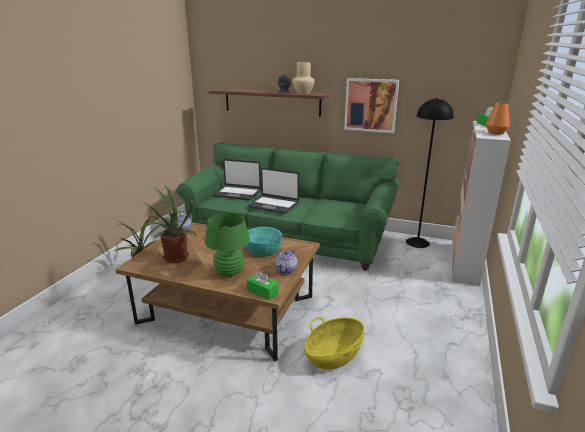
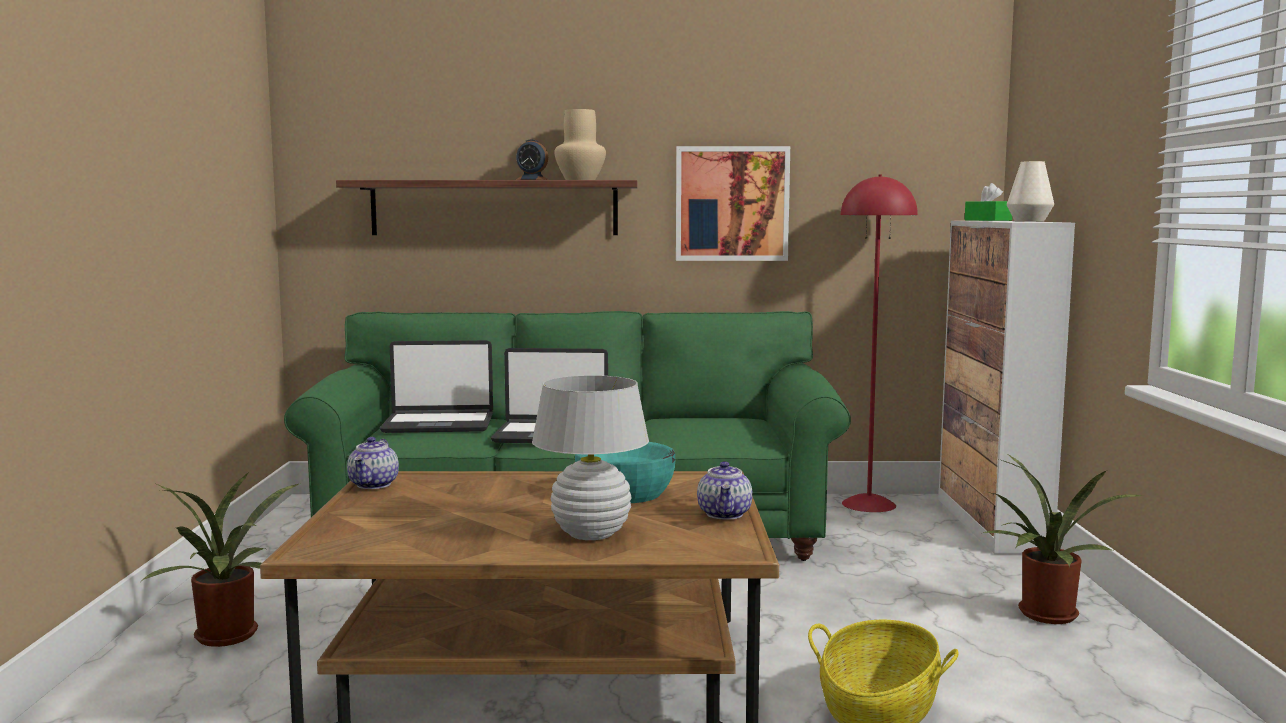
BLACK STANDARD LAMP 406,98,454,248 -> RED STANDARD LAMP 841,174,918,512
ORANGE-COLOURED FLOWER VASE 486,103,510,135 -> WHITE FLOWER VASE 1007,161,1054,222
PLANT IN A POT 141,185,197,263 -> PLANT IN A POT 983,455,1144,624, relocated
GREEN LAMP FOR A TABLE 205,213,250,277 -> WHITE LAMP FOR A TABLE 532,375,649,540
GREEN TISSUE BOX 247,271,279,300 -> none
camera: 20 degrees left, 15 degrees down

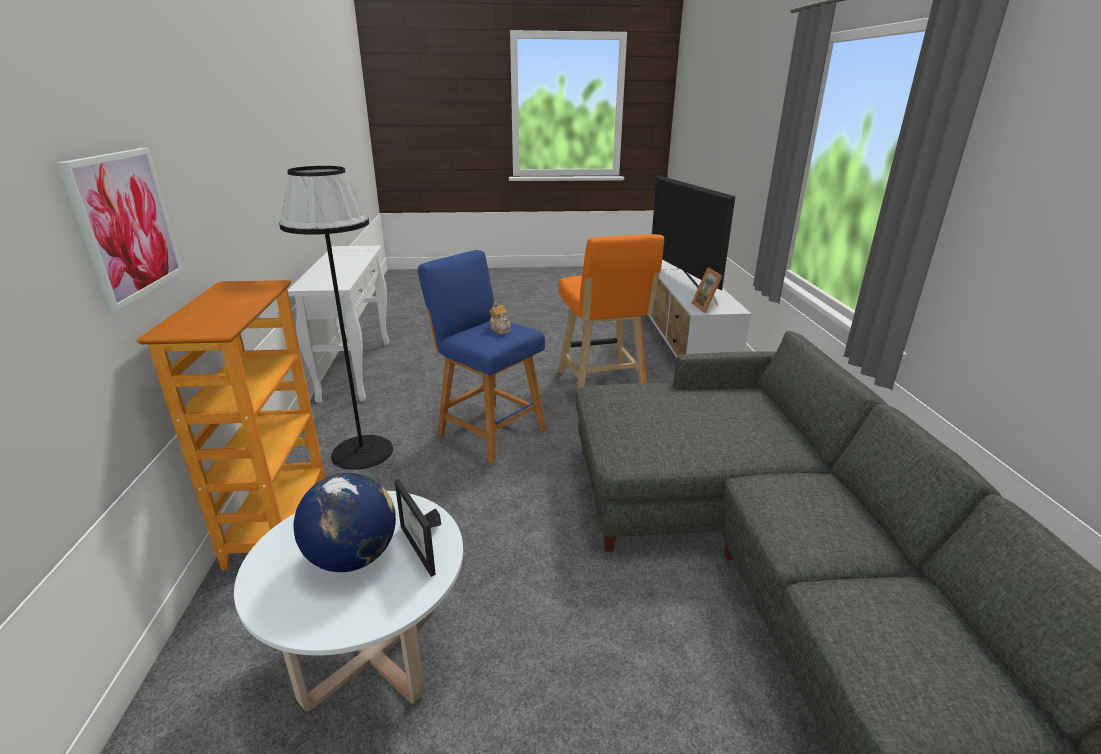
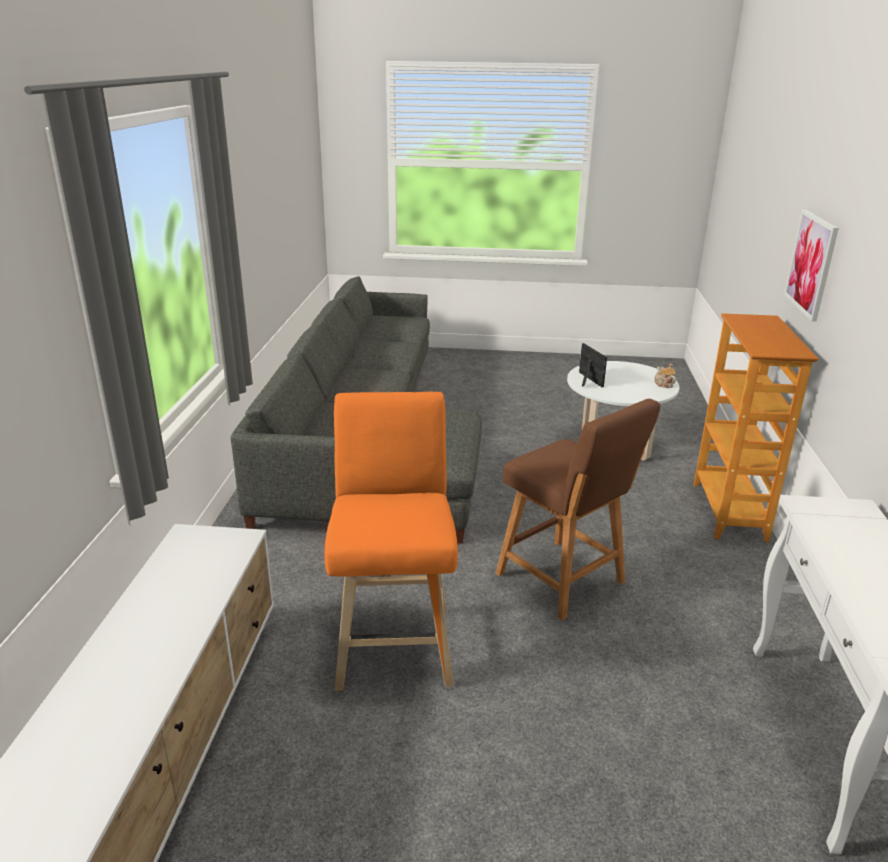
BLACK STANDARD LAMP 279,166,393,470 -> none
TV 652,175,735,291 -> none
BLUE-COLOURED STOOL 418,250,546,463 -> BROWN STOOL 495,399,660,621
PHOTO FRAME 692,267,722,313 -> none
POT FOR TEA 489,302,511,334 -> POT FOR TEA 654,363,676,388, relocated
WORLD GLOBE 293,473,396,572 -> none
camera: 170 degrees left, 0 degrees up

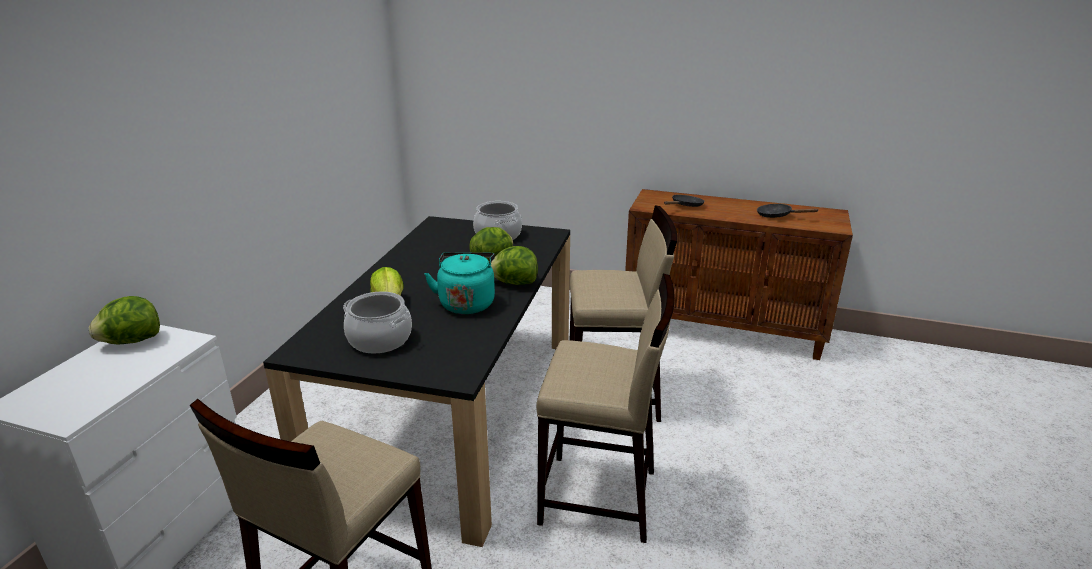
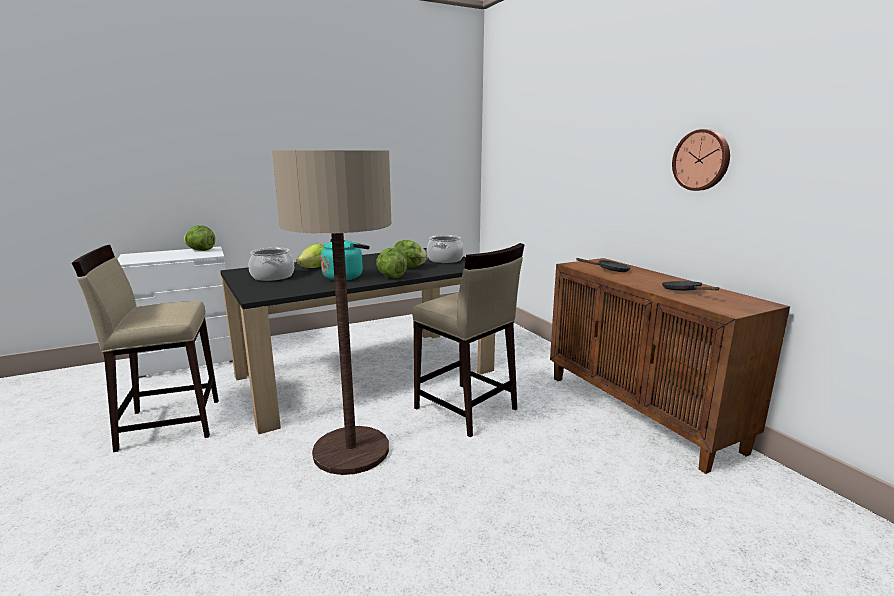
BEIGE STOOL 536,273,675,543 -> STANDARD LAMP 272,150,392,475
none -> HANGING CLOCK 672,129,730,191
camera: 45 degrees right, 10 degrees down

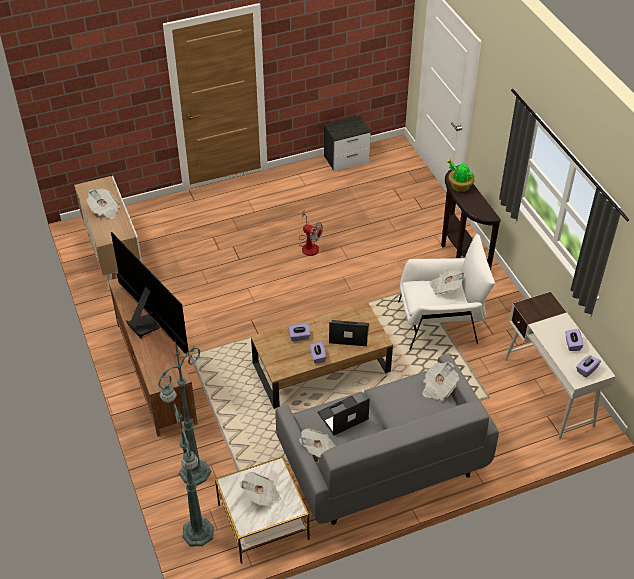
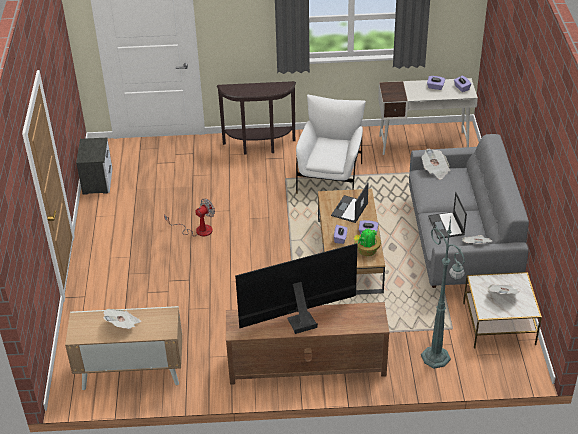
PLANT IN A POT 446,158,475,192 -> PLANT IN A POT 354,228,381,256, relocated
DAILY PAPER 429,268,465,295 -> none
GREEN STANDARD LAMP 173,404,214,546 -> none
camera: 70 degrees left, 5 degrees down

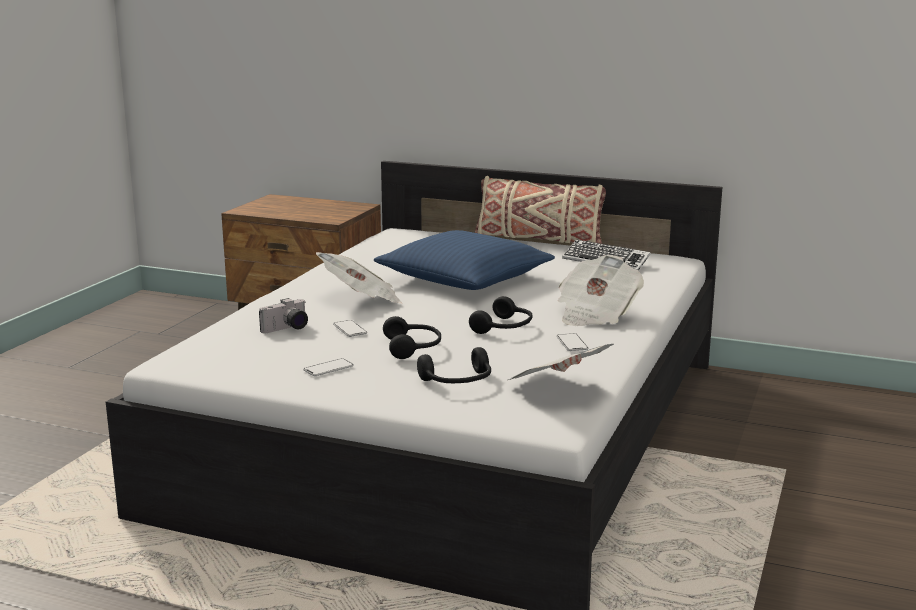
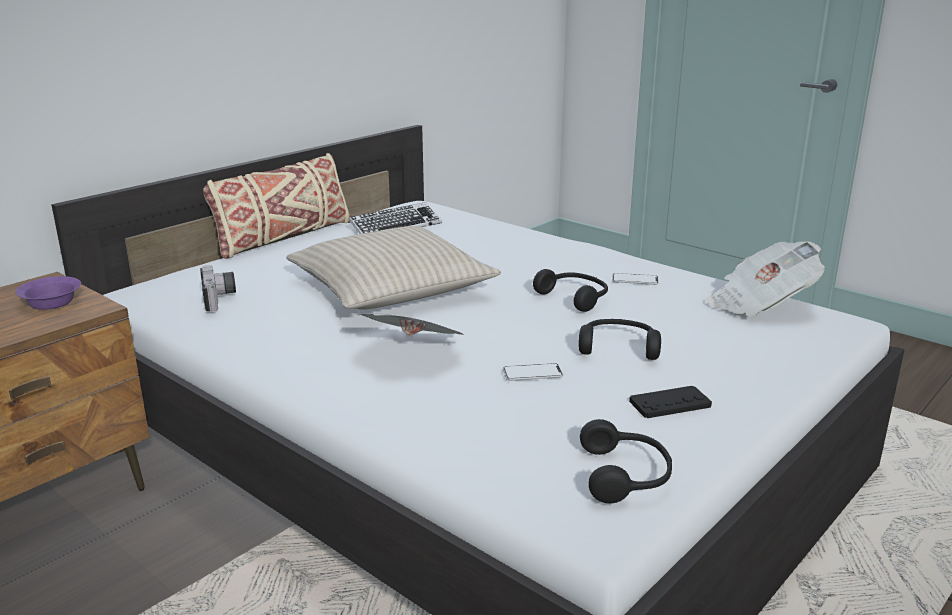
BLUE-COLOURED PILLOW 374,230,555,290 -> BEIGE PILLOW 286,226,501,310
DAILY PAPER 558,255,644,326 -> none
PHOTO CAMERA 259,298,308,333 -> PHOTO CAMERA 200,265,236,311, relocated
BLACK HEADSET 417,347,491,383 -> BLACK HEADSET 580,419,672,504, relocated
TELEPHONE 303,358,354,376 -> BLACK GAMEPAD 629,386,712,418
none -> PURPLE BOWL 16,276,81,310
camera: 70 degrees left, 5 degrees up

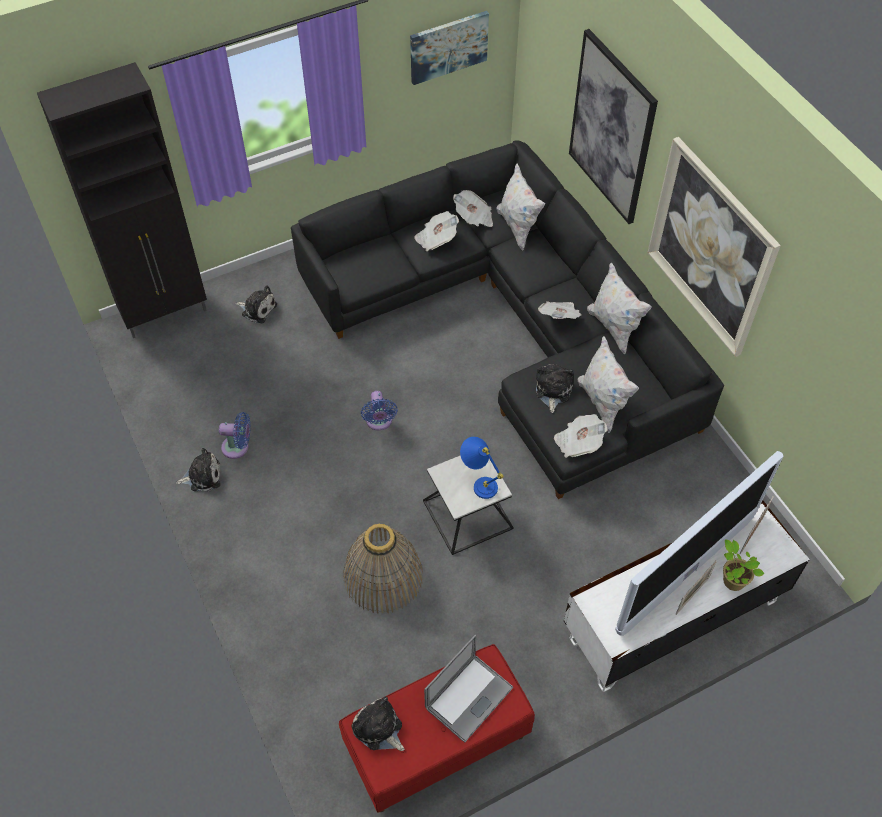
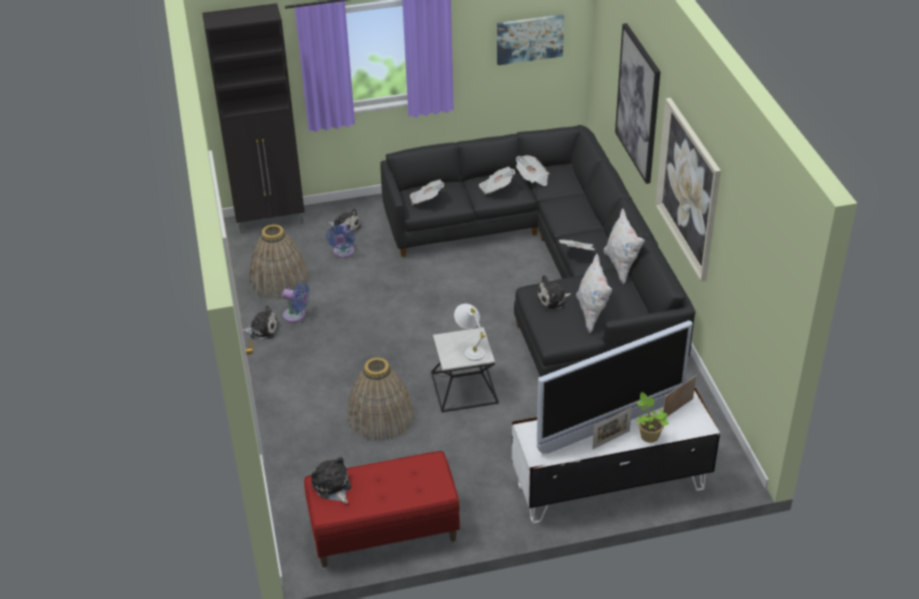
WHITE PILLOW 497,163,545,250 -> none
SOFT TOY 536,364,574,413 -> SOFT TOY 537,275,571,310, 135 degrees counterclockwise
BLUE-COLOURED ELECTRIC FAN 361,391,398,431 -> BLUE-COLOURED ELECTRIC FAN 326,224,355,258, relocated
DAILY PAPER 554,414,608,458 -> DAILY PAPER 410,179,444,205, relocated
BLUE-COLOURED LAMP FOR A TABLE 460,437,504,499 -> WHITE LAMP FOR A TABLE 454,304,485,361
LAPTOP 424,635,513,742 -> none
none -> BASKET 250,224,309,300
camera: 15 degrees right, 15 degrees down

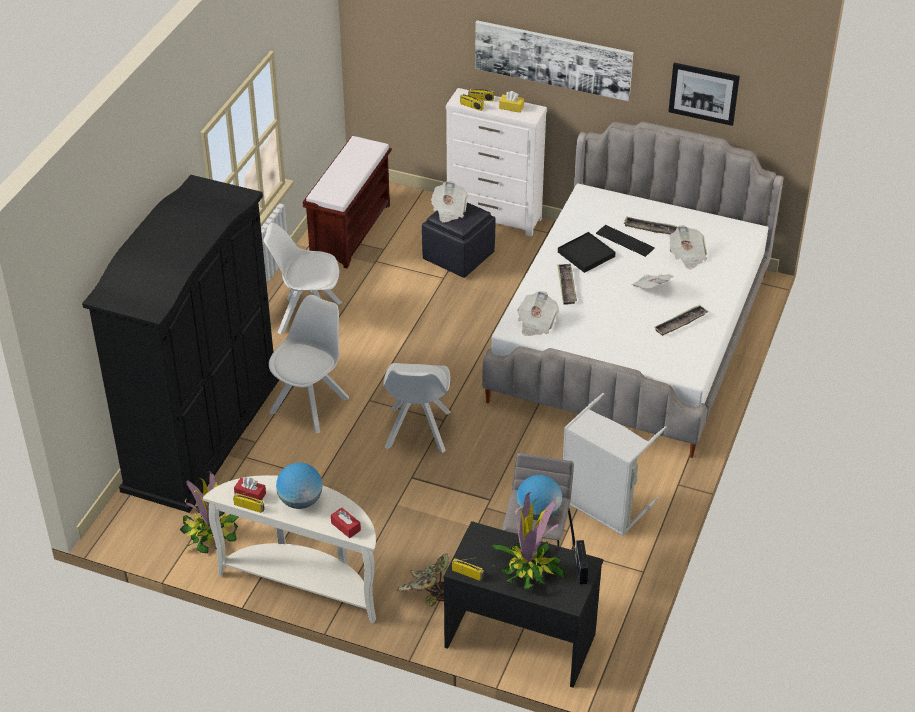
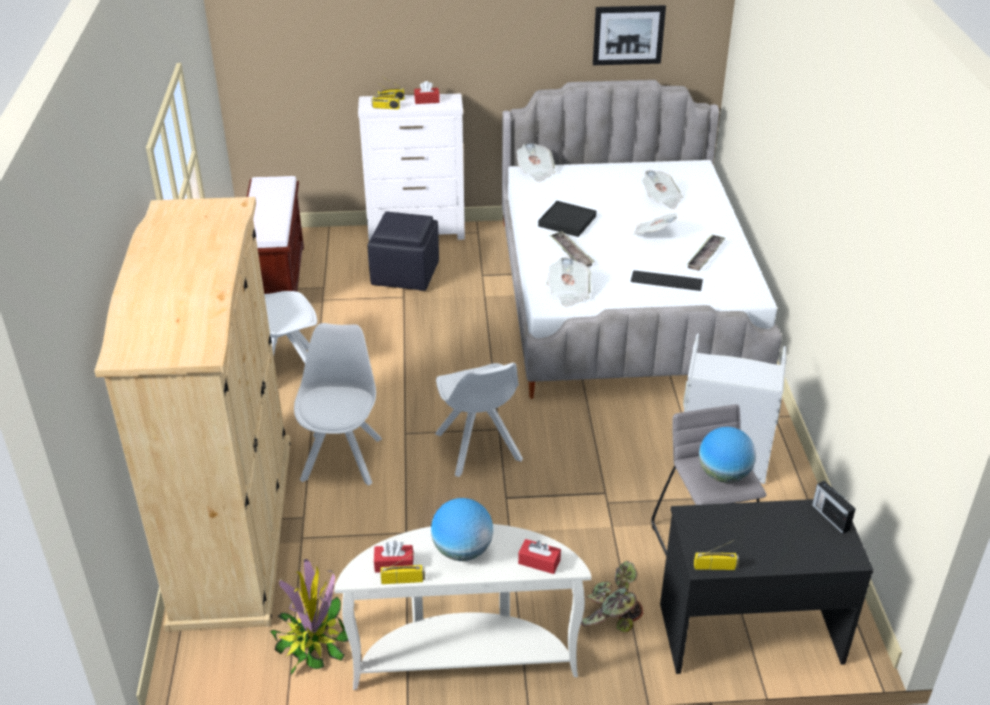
PICTURE 475,20,633,101 -> none
YELLOW-COLOURED TISSUE BOX 499,91,524,113 -> RED TISSUE BOX 414,81,440,104
BLACK ARMOIRE 82,175,279,513 -> BEIGE ARMOIRE 94,197,291,632
DAILY PAPER 431,181,468,223 -> DAILY PAPER 517,143,556,182, relocated
CARRYING TRAY 623,217,678,234 -> none
PC KEYBOARD 596,225,655,257 -> PC KEYBOARD 631,270,703,291, relocated
PLANT IN A POT 491,492,566,589 -> none
camera: 25 degrees left, 5 degrees down

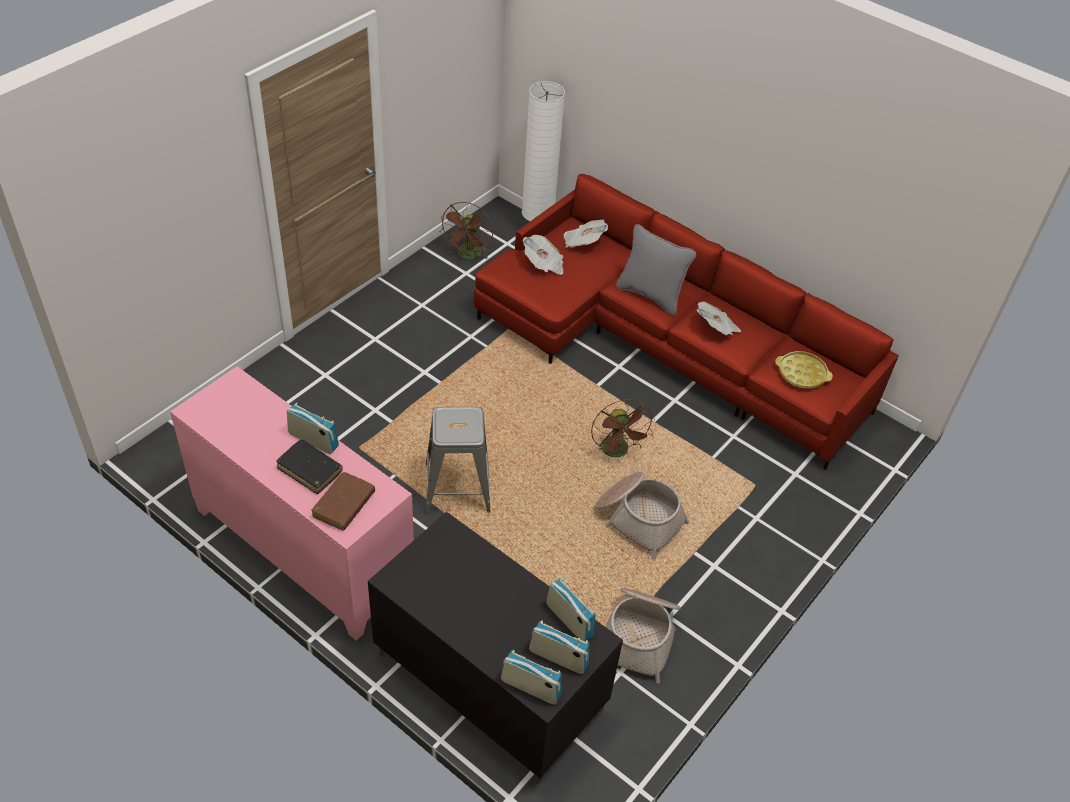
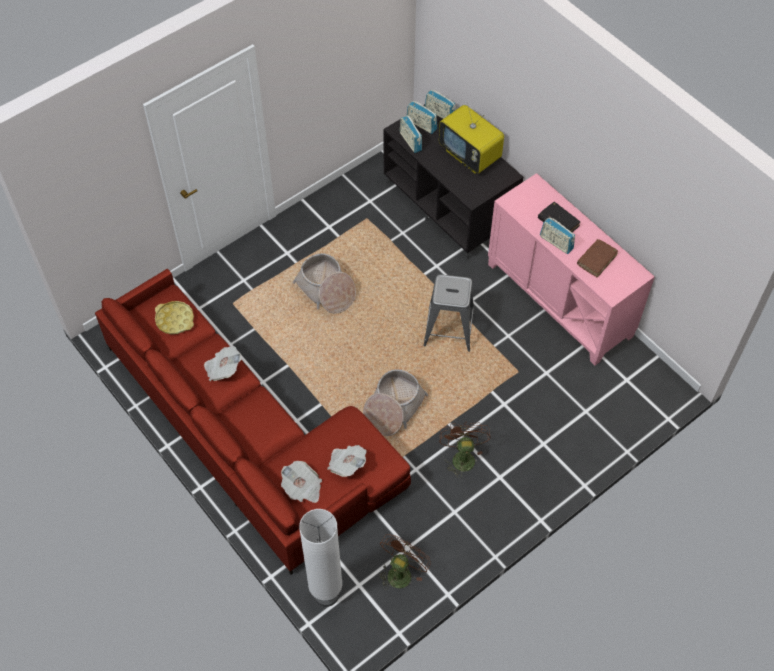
GRAY PILLOW 616,224,696,315 -> none
BROWN ELECTRIC FAN 591,399,655,457 -> BROWN ELECTRIC FAN 439,422,491,478, relocated
BROWN BOOK 311,472,375,531 -> BROWN BOOK 577,239,618,277, relocated
BASKET 606,588,681,684 -> BASKET 363,369,429,436, relocated
none -> TV 439,102,504,174
camera: 165 degrees left, 10 degrees up

